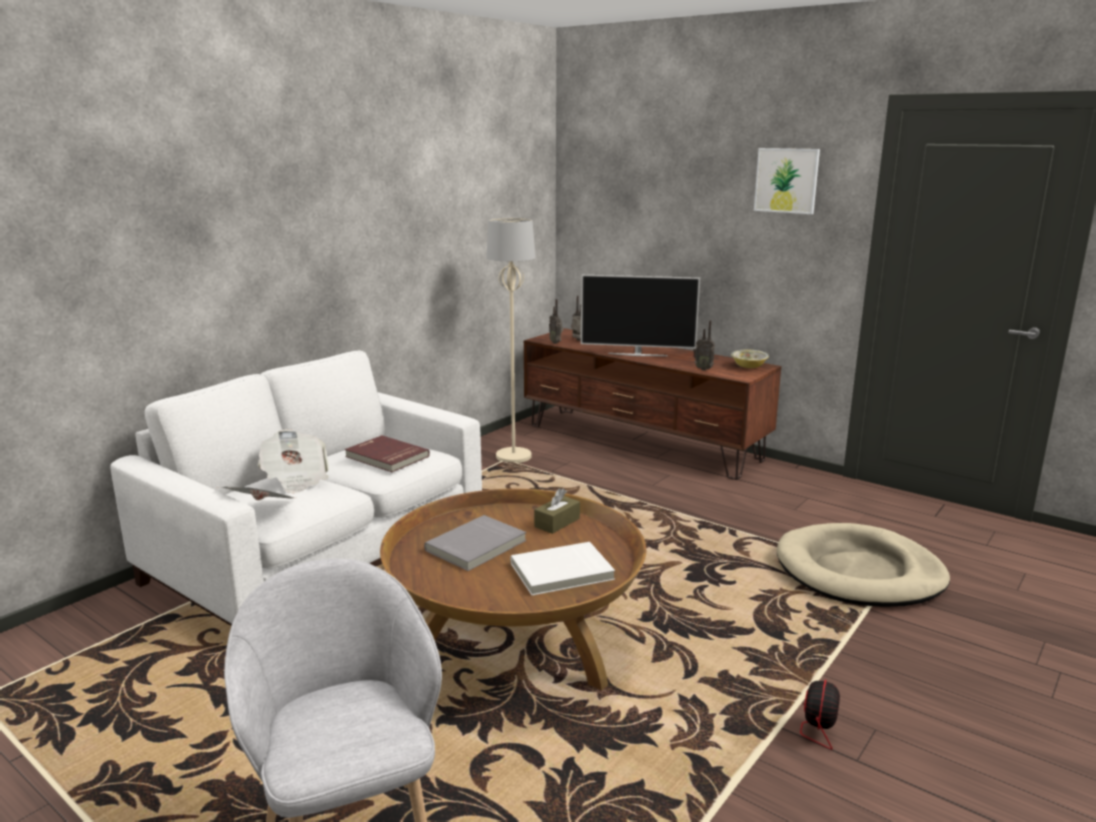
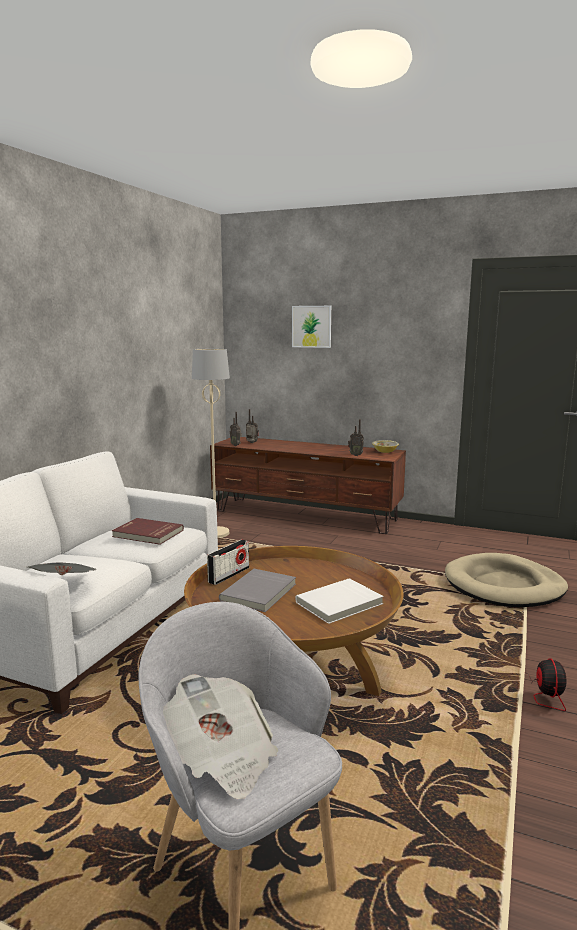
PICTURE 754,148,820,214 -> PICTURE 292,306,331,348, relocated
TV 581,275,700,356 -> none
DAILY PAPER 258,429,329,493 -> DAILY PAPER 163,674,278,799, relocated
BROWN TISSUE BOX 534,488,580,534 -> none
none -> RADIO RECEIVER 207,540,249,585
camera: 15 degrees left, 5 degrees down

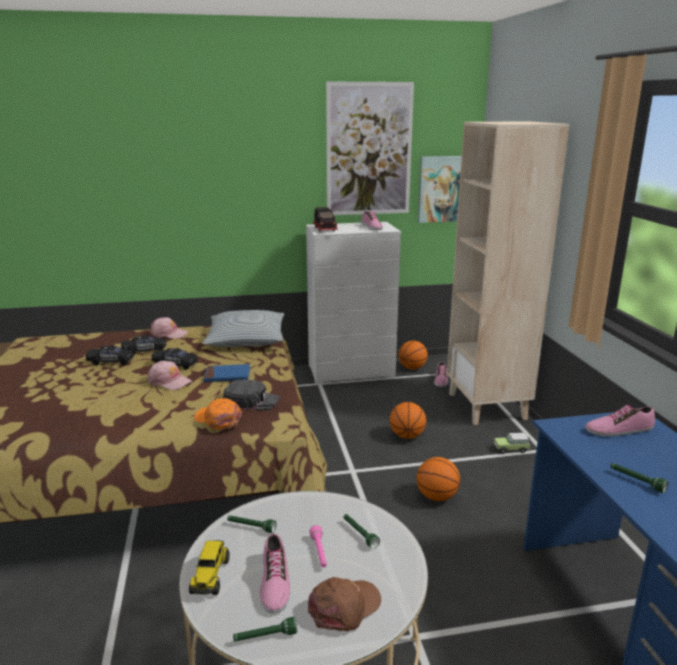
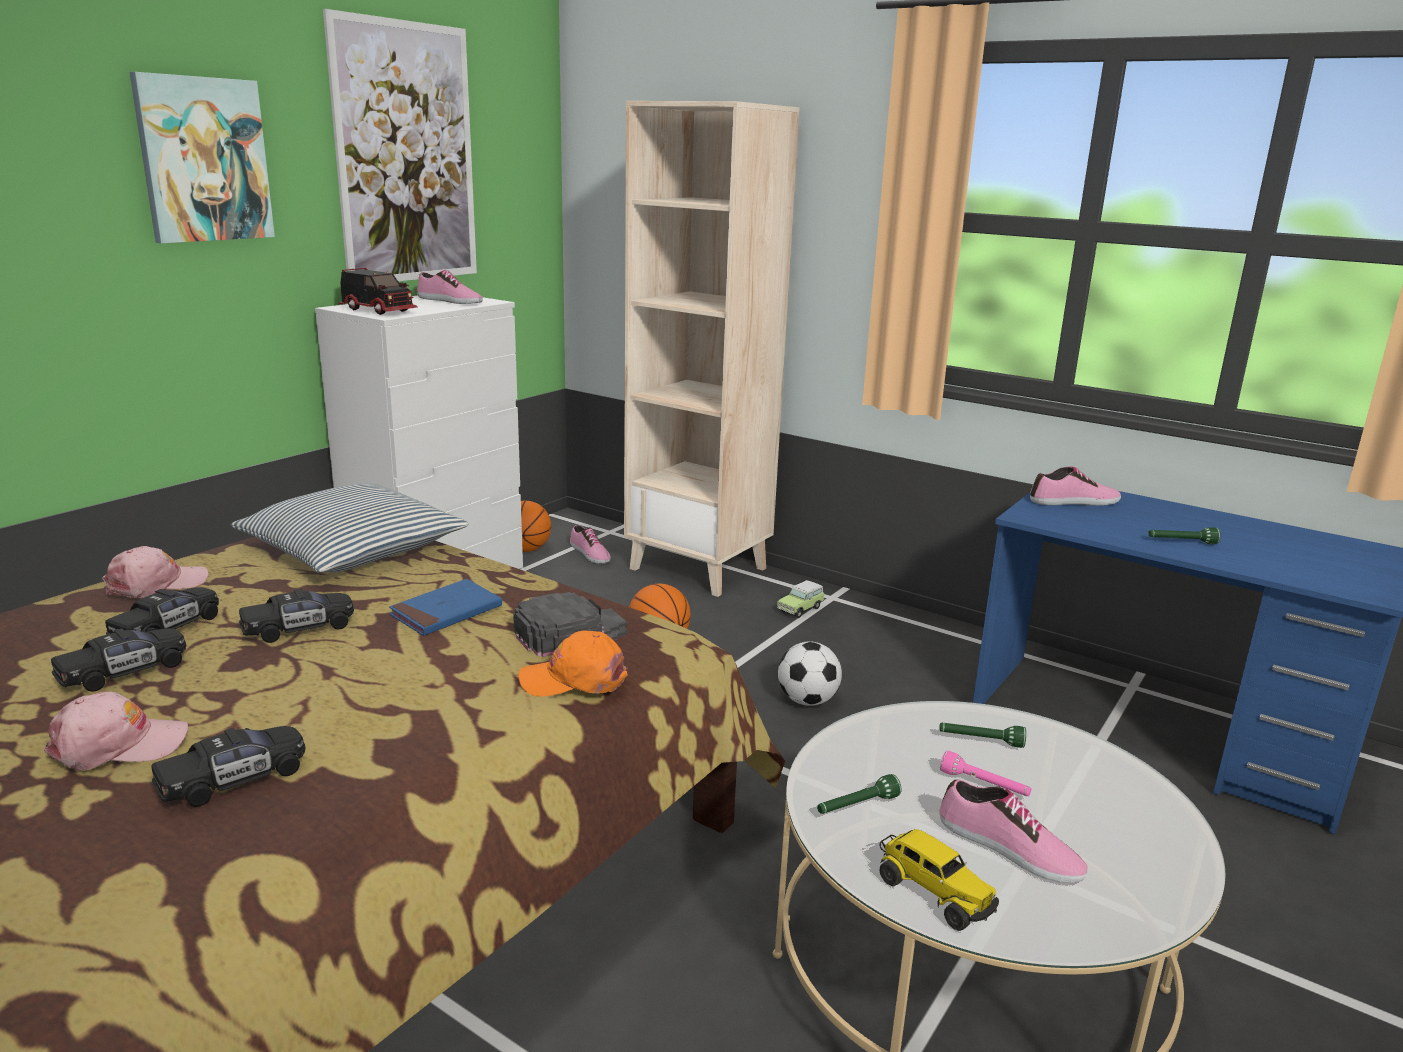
PICTURE 418,156,462,223 -> PICTURE 129,72,275,243, relocated
PINK-COLOURED PEAKED CAP 147,361,192,390 -> PINK-COLOURED PEAKED CAP 44,692,189,771, relocated
ITEM OF FOOTWEAR 585,405,655,437 -> ITEM OF FOOTWEAR 1030,467,1121,506, 135 degrees counterclockwise
BALL FOR BASKETBALL 417,457,460,501 -> FOOTBALL 778,642,842,706
BROWN PEAKED CAP 308,577,381,631 -> none
GREEN HAND TORCH 233,617,297,641 -> none
none -> BLACK MINIATURE CAR 151,726,306,807
camera: 45 degrees left, 0 degrees up

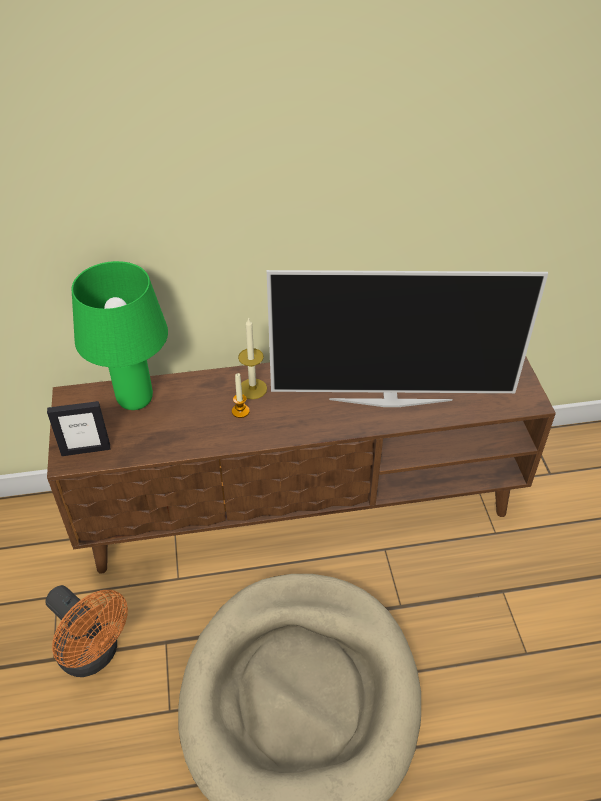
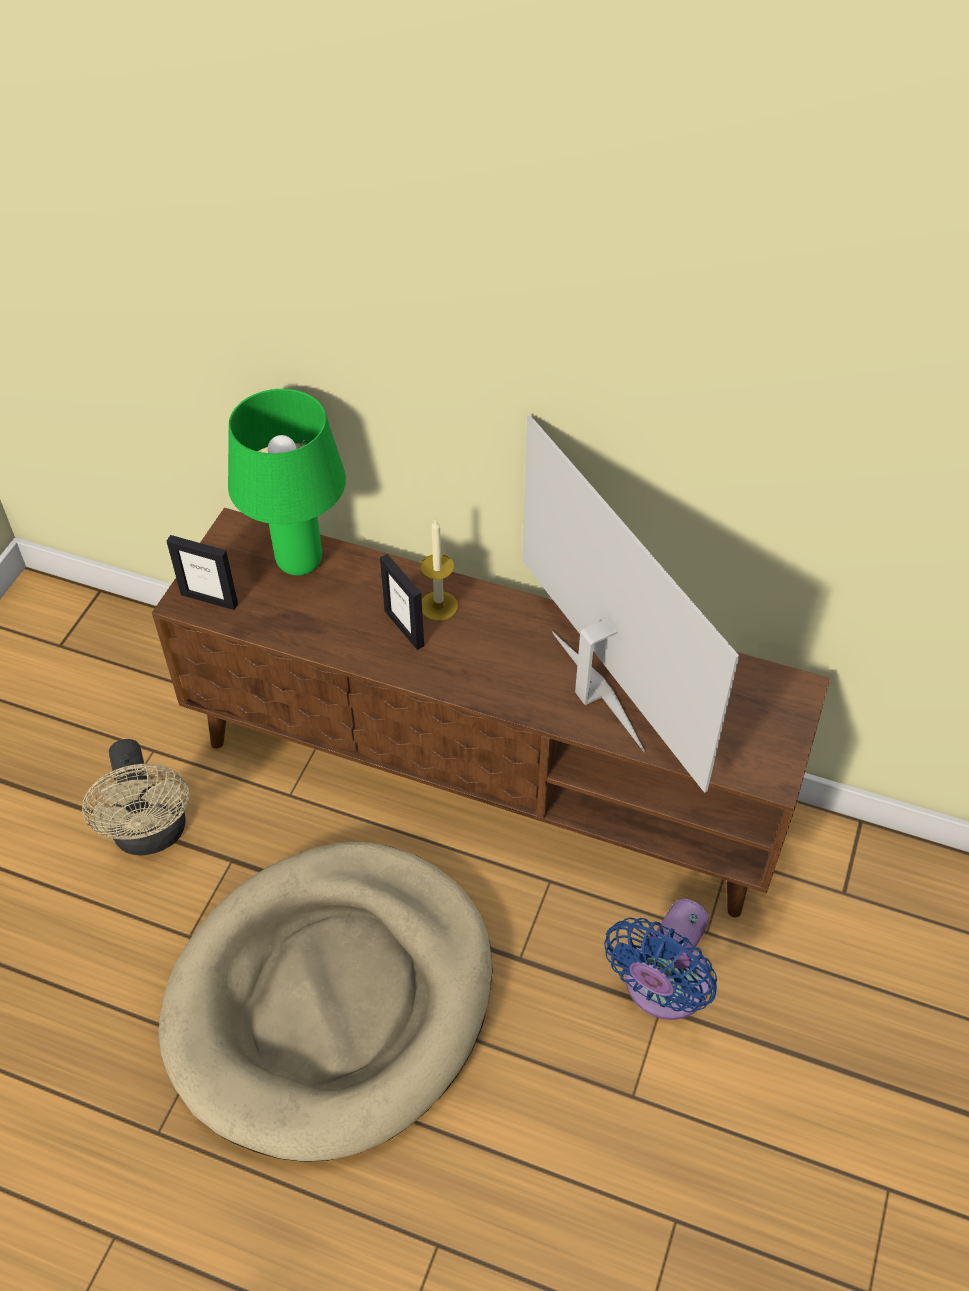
TV 267,270,548,407 -> TV 522,415,739,793, 150 degrees counterclockwise
WAX CANDLE 232,373,250,418 -> PHOTO FRAME 380,554,424,650
ORANGE-COLOURED ELECTRIC FAN 45,585,128,677 -> BEIGE ELECTRIC FAN 82,739,189,856
none -> BLUE-COLOURED ELECTRIC FAN 604,899,717,1020
camera: 30 degrees right, 5 degrees up

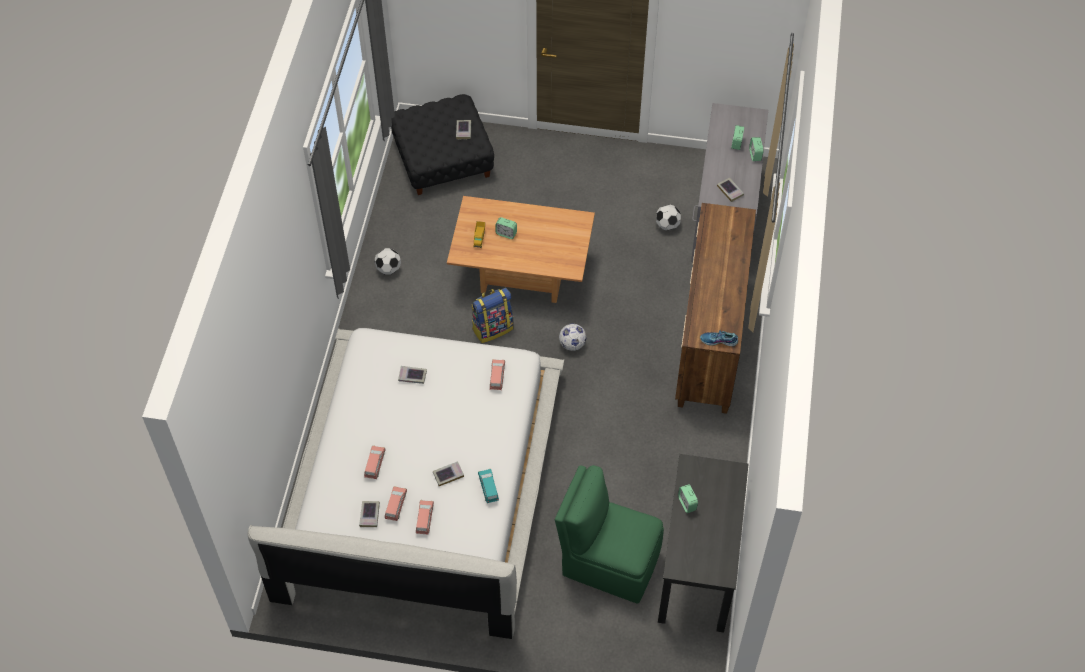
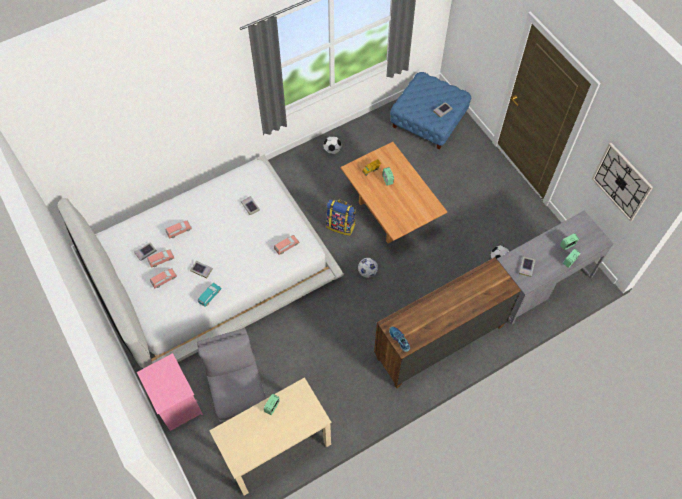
BLACK OTTOMAN 391,94,494,195 -> BLUE-COLOURED OTTOMAN 390,72,471,150
BLACK DESK 658,454,749,633 -> BEIGE DESK 209,377,332,496
GREEN UPRIGHT CHAIR 555,465,664,604 -> GRAY UPRIGHT CHAIR 197,328,266,424
none -> HANGING CLOCK 592,143,653,222
none -> PINK-COLOURED BEDSIDE TABLE 137,353,203,431
camera: 50 degrees right, 5 degrees up

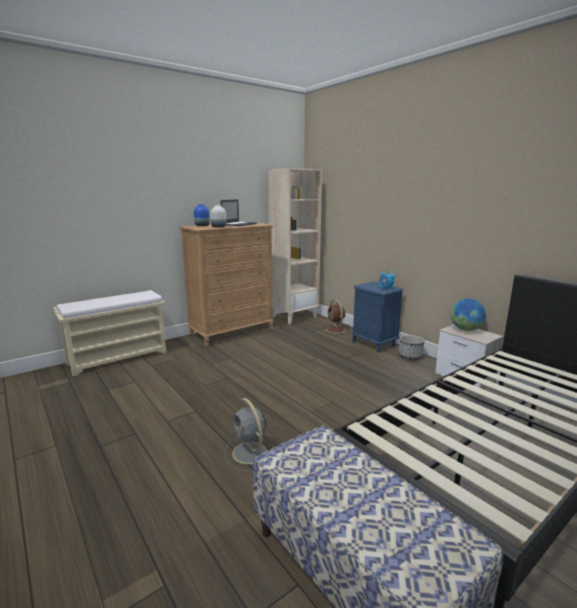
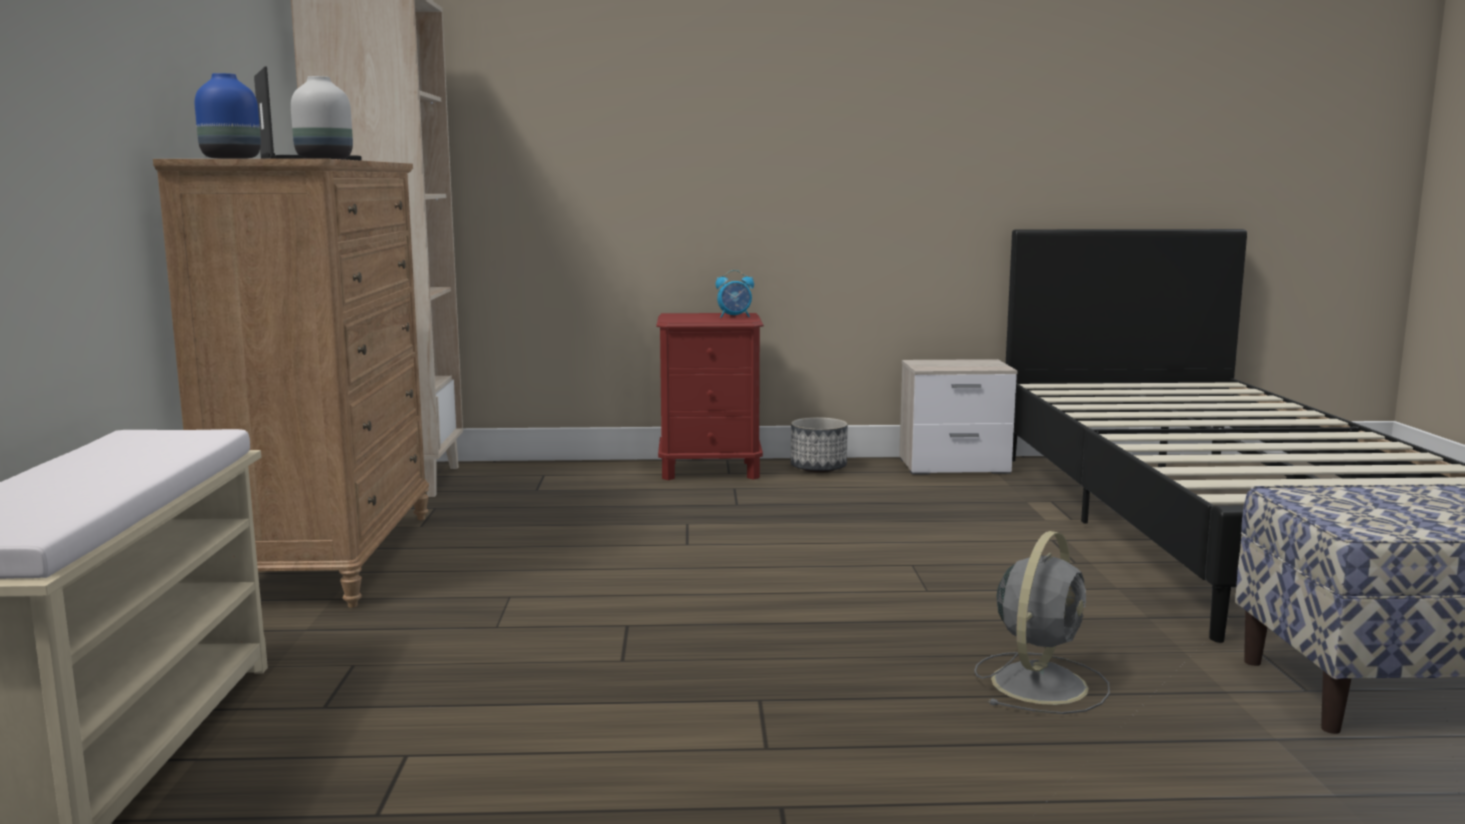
BLUE-COLOURED BEDSIDE TABLE 351,282,404,352 -> RED BEDSIDE TABLE 656,313,764,480
BROWN ELECTRIC FAN 322,299,350,335 -> none
WORLD GLOBE 451,299,486,331 -> none
GRAY ELECTRIC FAN 225,398,274,471 -> GRAY ELECTRIC FAN 974,531,1110,714, 60 degrees counterclockwise
camera: 55 degrees left, 5 degrees down

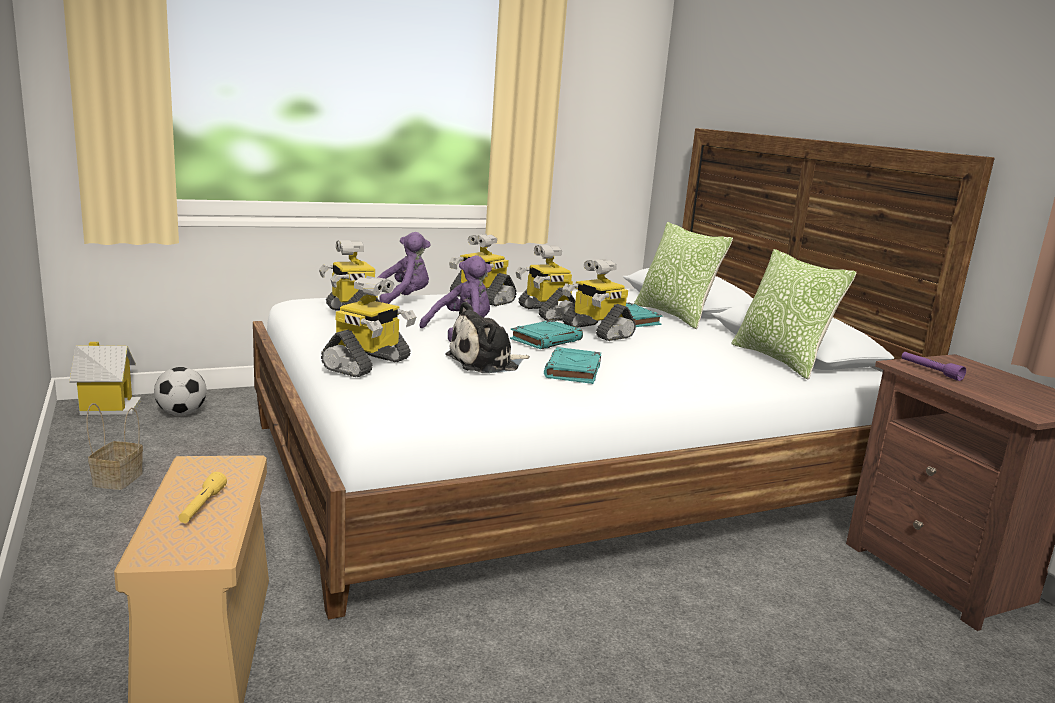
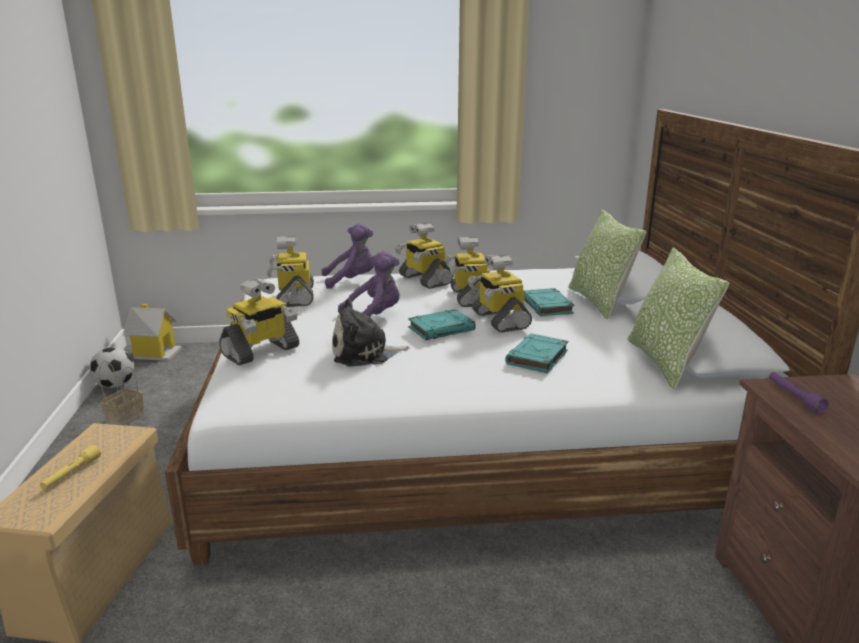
BLUE-GREEN BOOK 544,347,601,384 -> BLUE-GREEN BOOK 505,333,568,373, relocated
FOOTBALL 154,367,207,415 -> FOOTBALL 89,347,134,388, relocated
camera: 20 degrees right, 5 degrees up

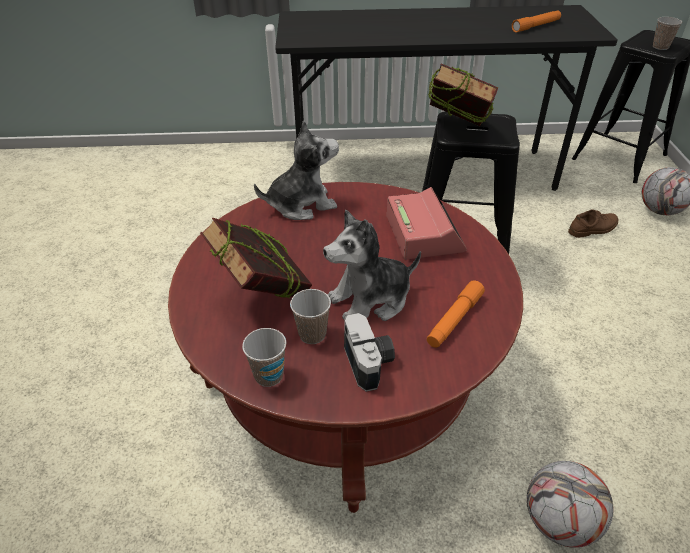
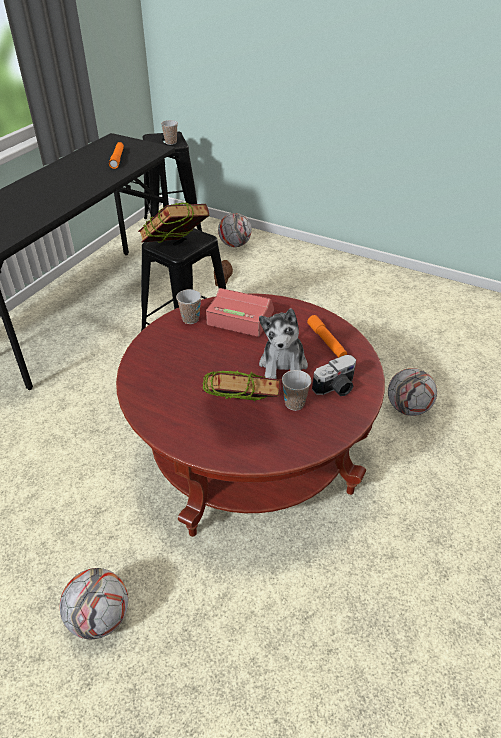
SOFT TOY 254,120,339,220 -> none
PHOTO CAMERA 344,313,395,392 -> PHOTO CAMERA 312,355,356,396, 135 degrees clockwise
SMALL CUP 242,328,286,387 -> SMALL CUP 176,289,201,324, relocated
none -> FOOTBALL 60,568,128,639
camera: 60 degrees left, 0 degrees up

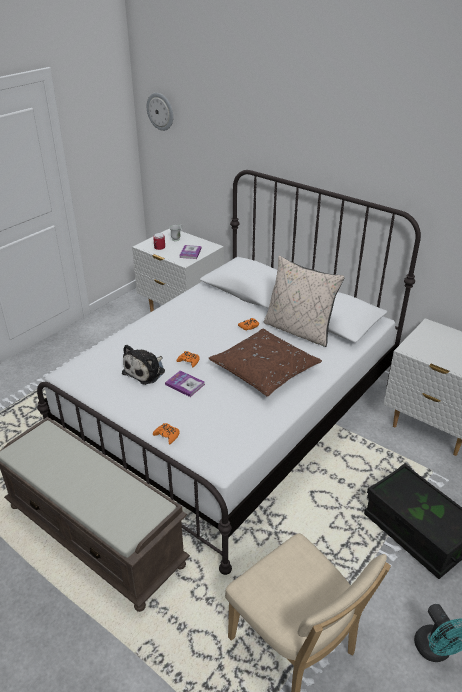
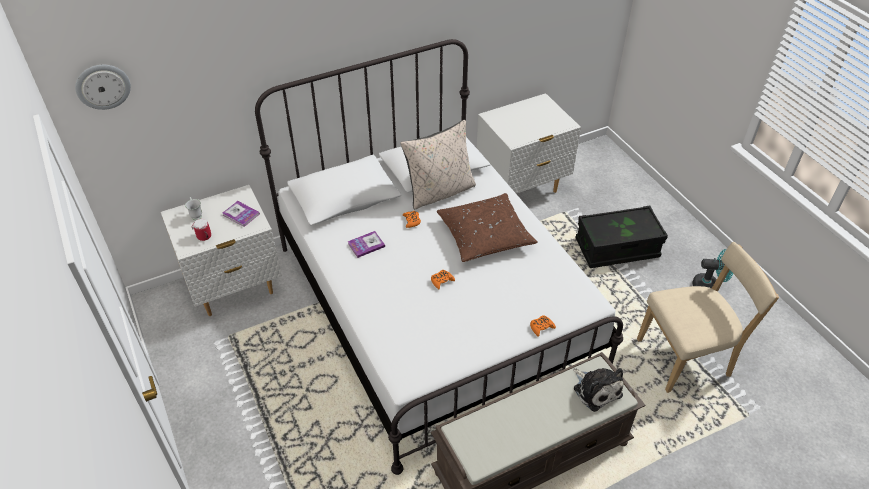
SOFT TOY 122,345,165,385 -> SOFT TOY 573,368,623,412, relocated
BOOK 165,371,205,397 -> BOOK 348,231,385,258, relocated
camera: 65 degrees left, 10 degrees up

